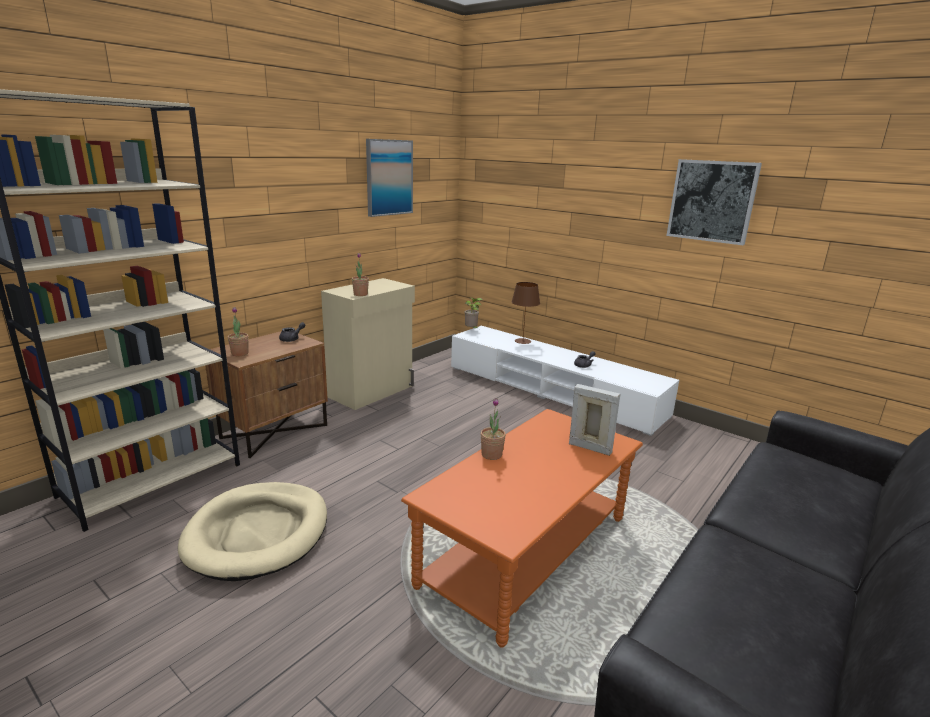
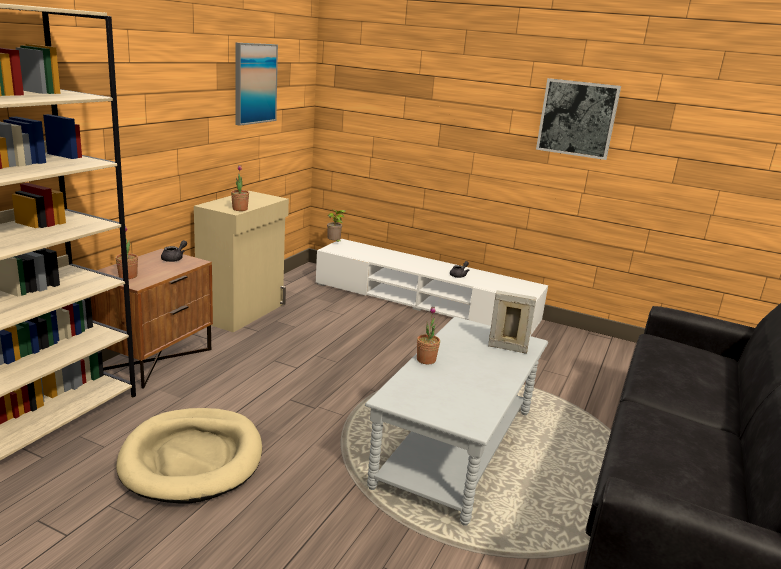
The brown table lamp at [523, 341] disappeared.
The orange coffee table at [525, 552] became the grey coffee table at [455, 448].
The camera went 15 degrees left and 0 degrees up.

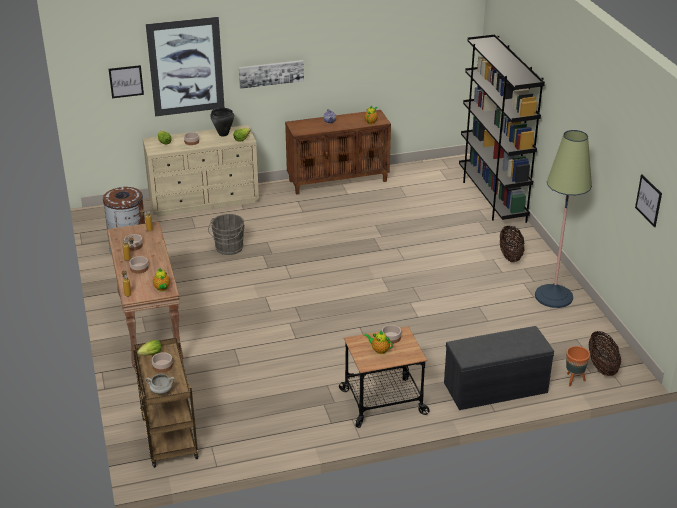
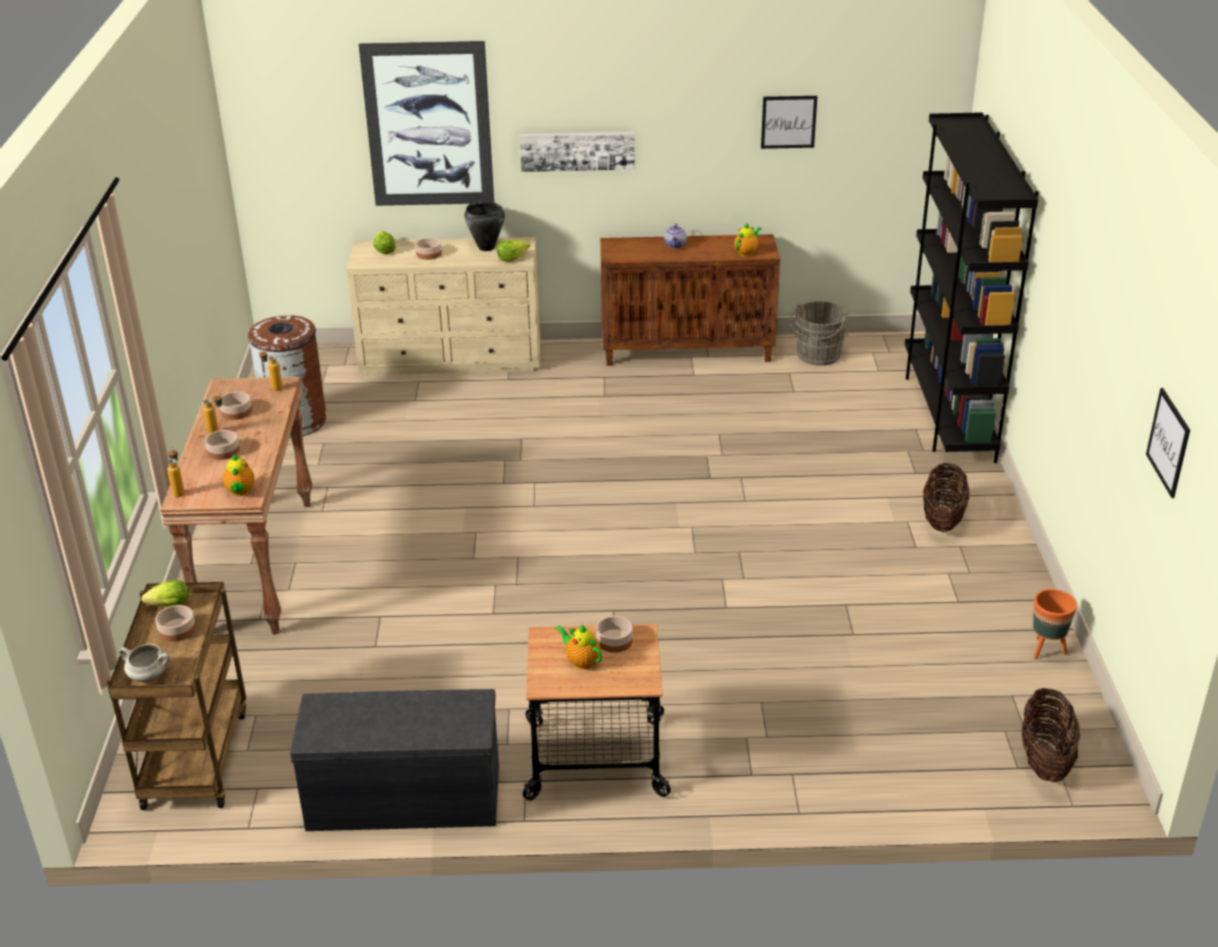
The floor lamp at [553, 296] disappeared.
The picture moved from [126, 81] to [788, 122].
The grey bucket moved from [228, 248] to [817, 356].
The grey bench moved from [495, 388] to [402, 798].
The orange planter moved from [574, 380] to [1046, 650].
The camera went 15 degrees right and 0 degrees up.

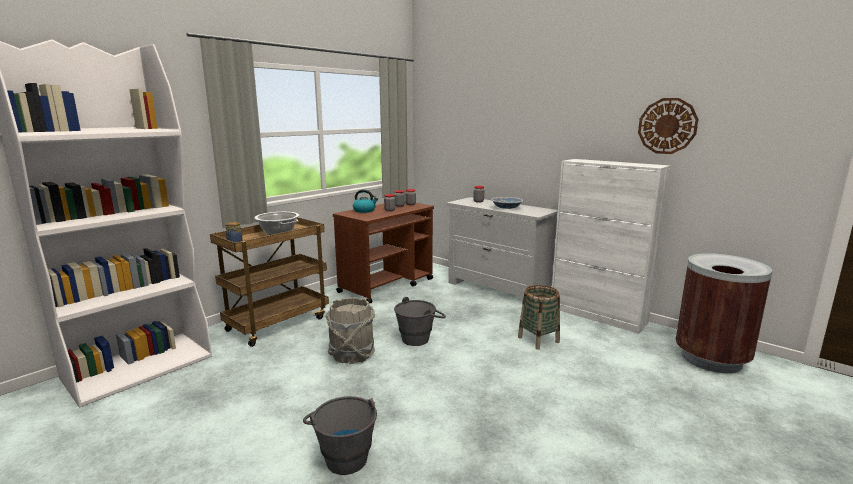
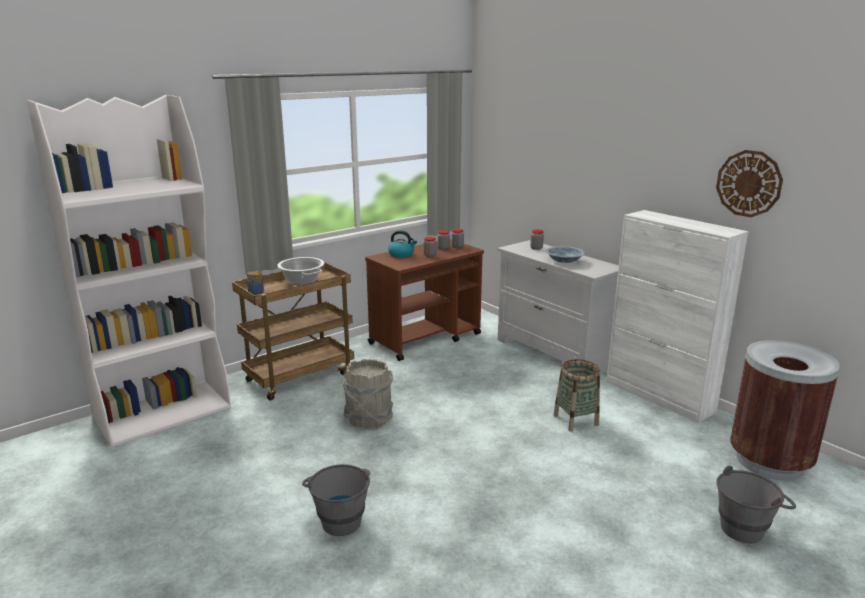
The grey bucket moved from [420, 337] to [747, 526].
The camera went 10 degrees right and 5 degrees up.

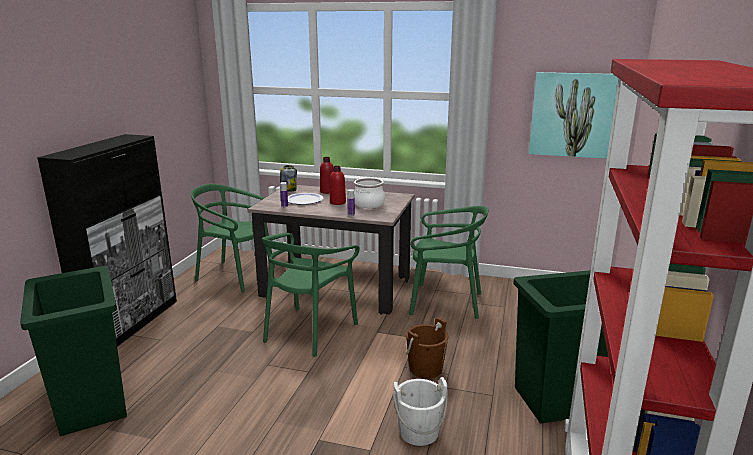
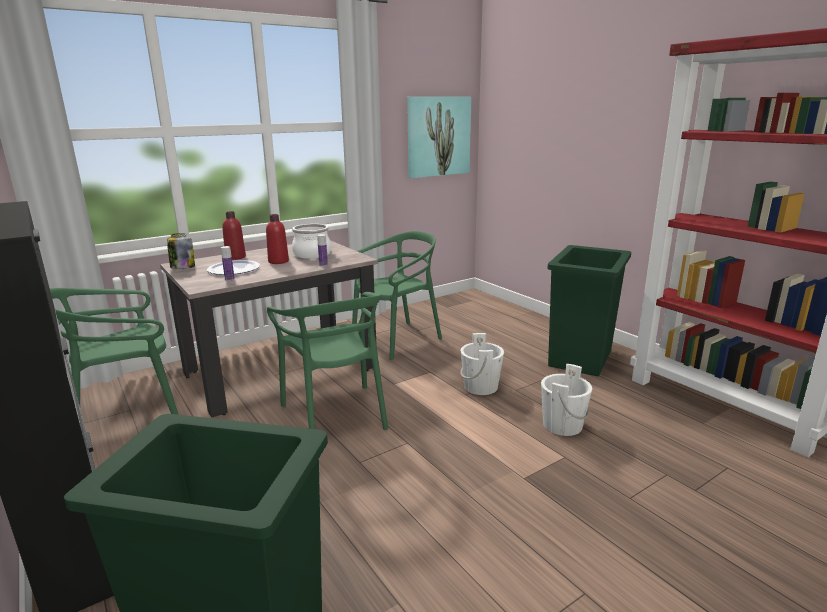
The brown bucket at [425, 368] became the white bucket at [480, 387].
The camera went 50 degrees left and 0 degrees up.

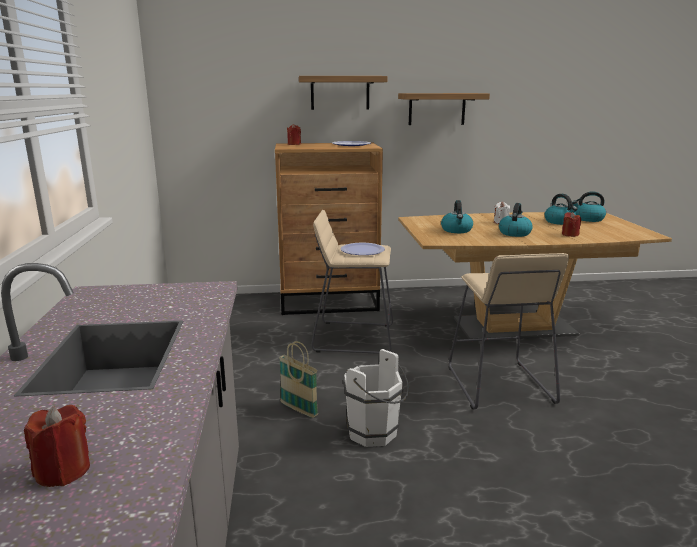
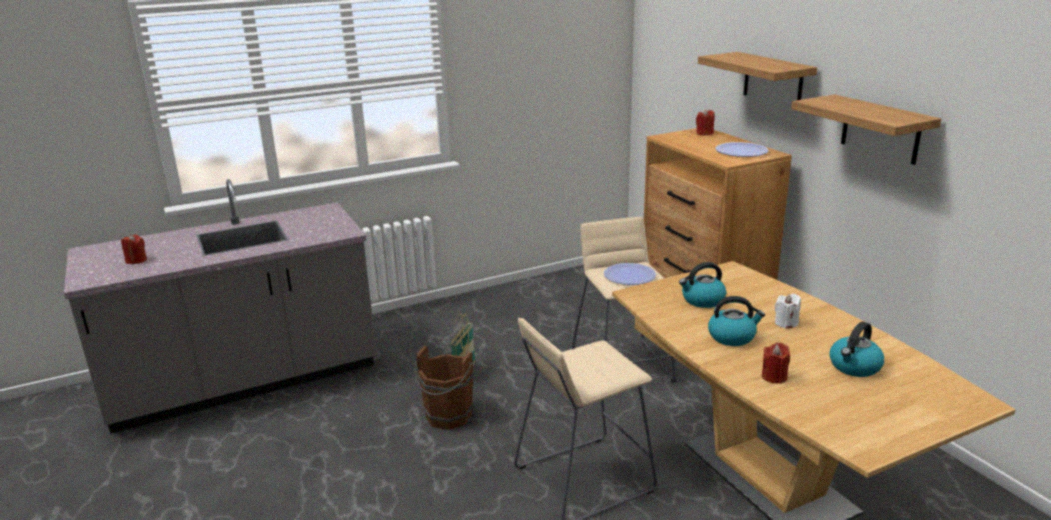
The kettle at [588, 219] disappeared.
The white bucket at [375, 434] became the brown bucket at [447, 418].
The camera went 70 degrees right and 5 degrees up.

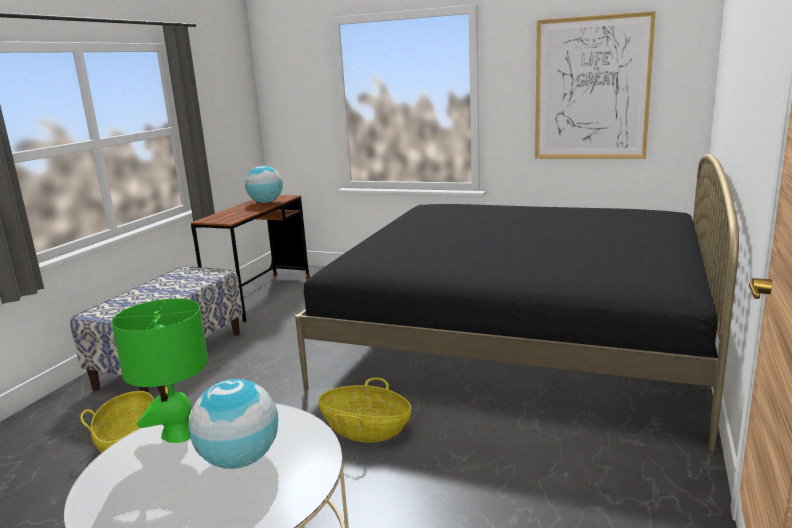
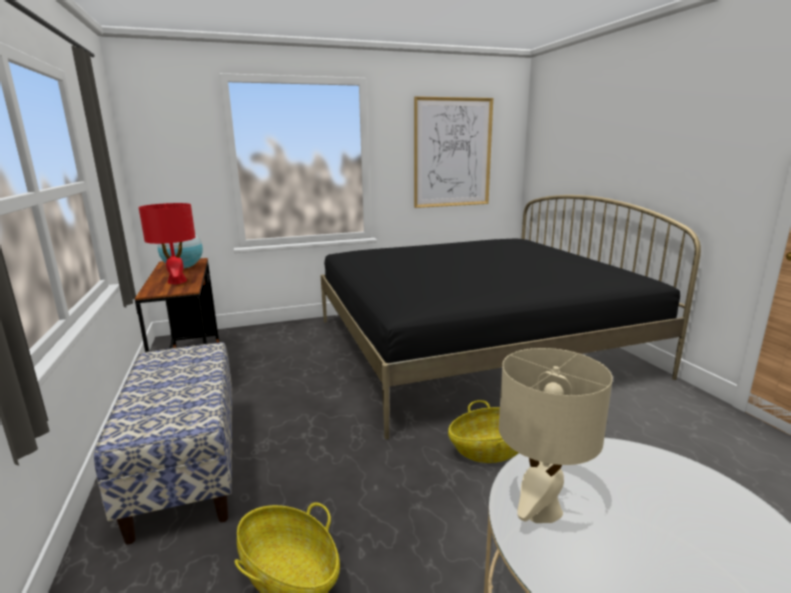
The globe at [240, 460] disappeared.
The red table lamp at [177, 281] appeared.
The green table lamp at [178, 434] became the beige table lamp at [541, 510].
The camera went 40 degrees left and 0 degrees up.

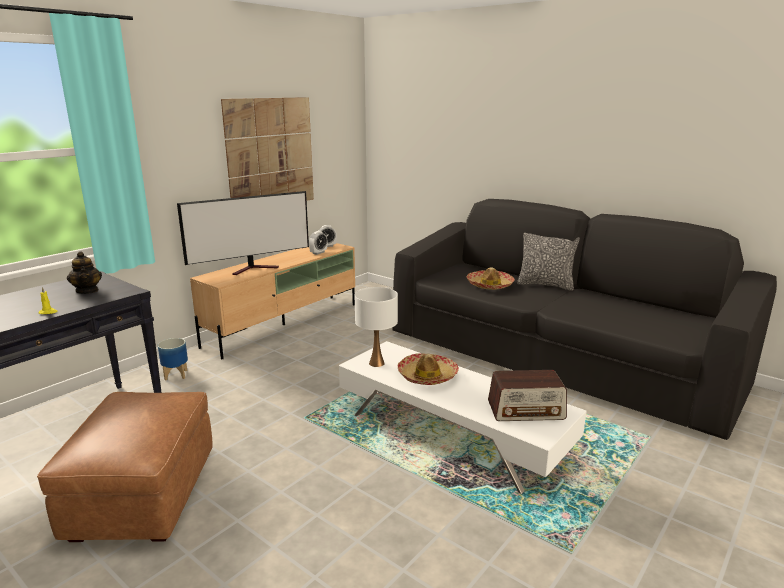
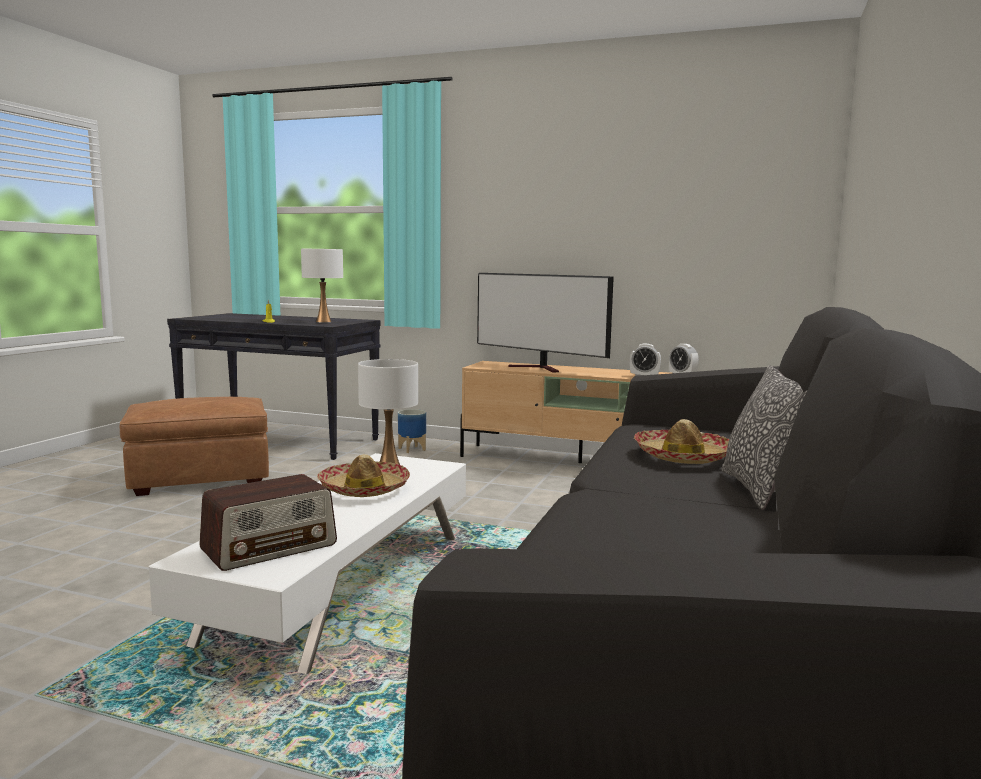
The picture at [270, 154] disappeared.
The teapot at [87, 291] was replaced by the white table lamp at [324, 321].
The radio at [526, 410] turned 105 degrees counterclockwise.
The camera went 70 degrees right and 10 degrees down.

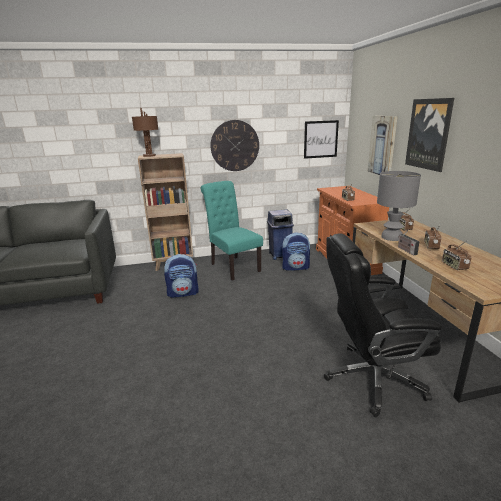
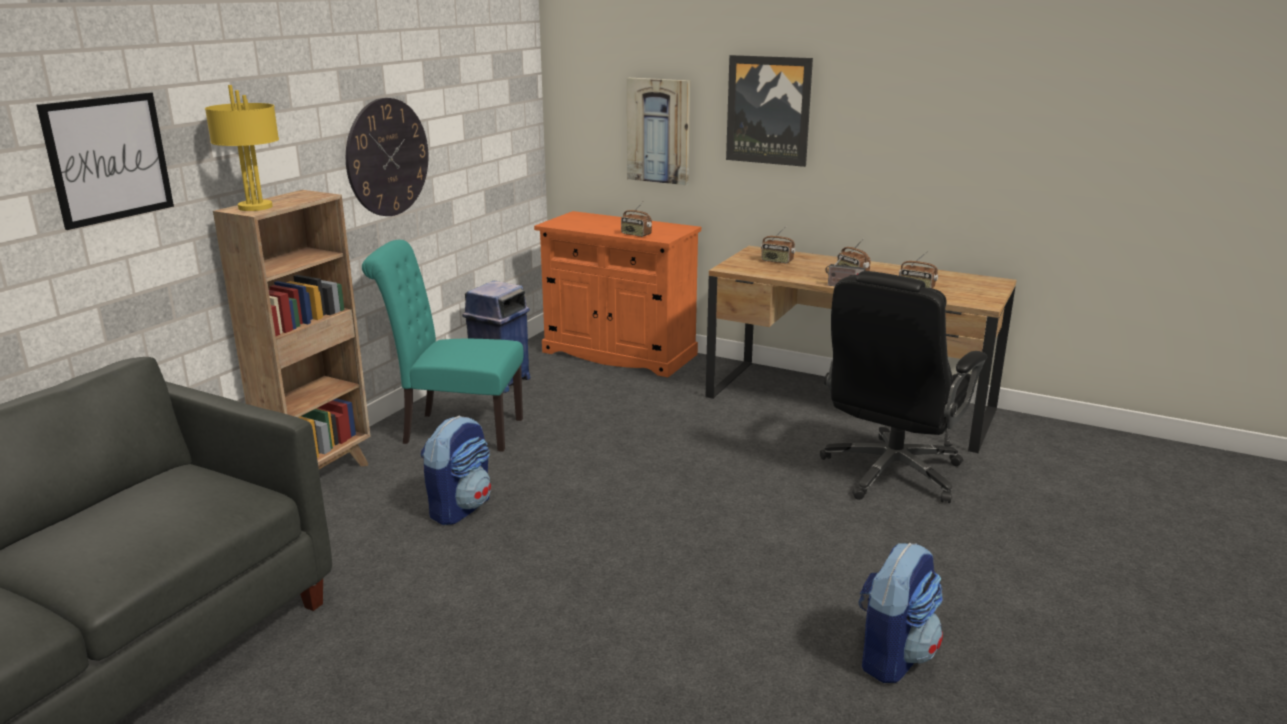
The grey table lamp at [391, 237] disappeared.
The backpack moved from [295, 267] to [892, 656].
The picture moved from [320, 139] to [108, 159].
The brown table lamp at [149, 155] became the yellow table lamp at [255, 207].
The camera went 50 degrees left and 0 degrees up.

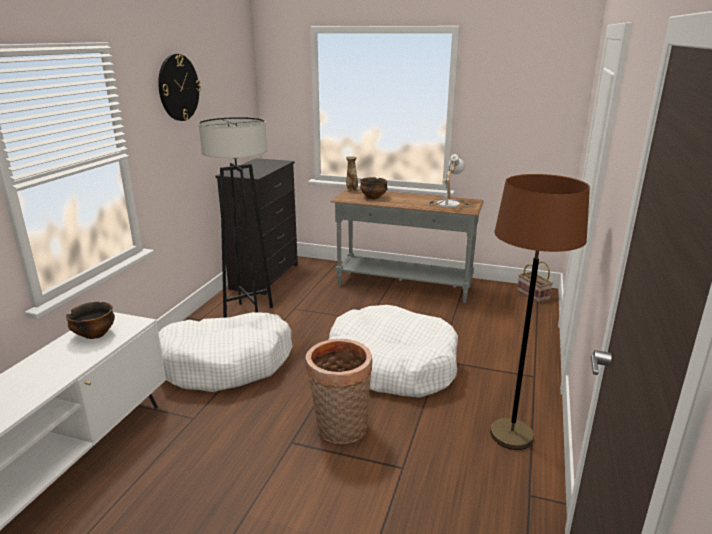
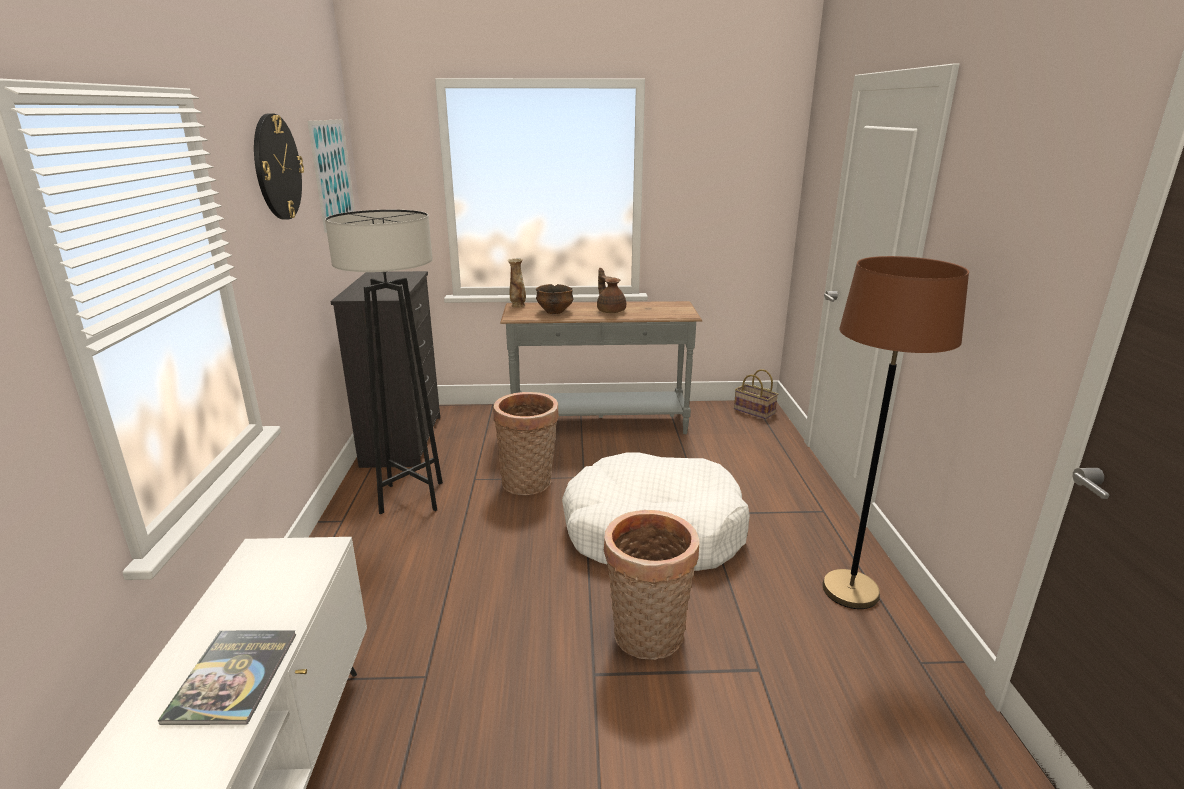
The bowl at [95, 335] disappeared.
The white dog bed at [226, 363] disappeared.
The table lamp at [446, 203] disappeared.
The book at [233, 676] appeared.
The picture at [333, 173] appeared.
The basket at [529, 484] appeared.
The brown teapot at [610, 310] appeared.
The camera went 20 degrees left and 0 degrees up.

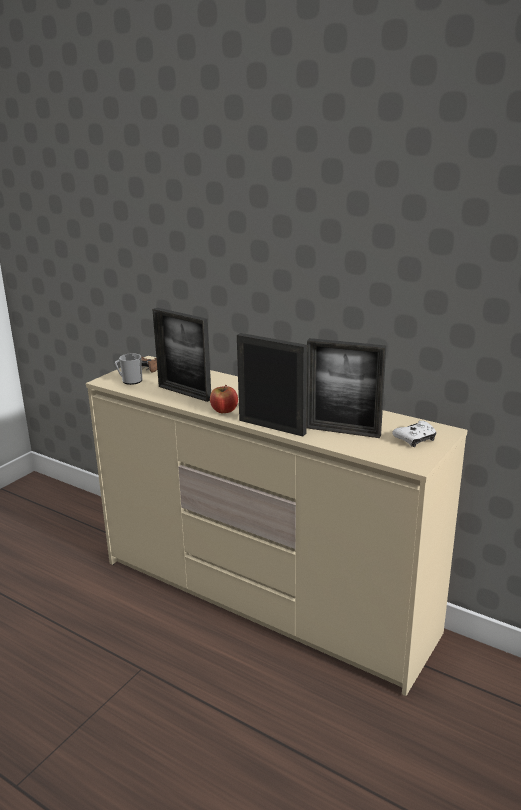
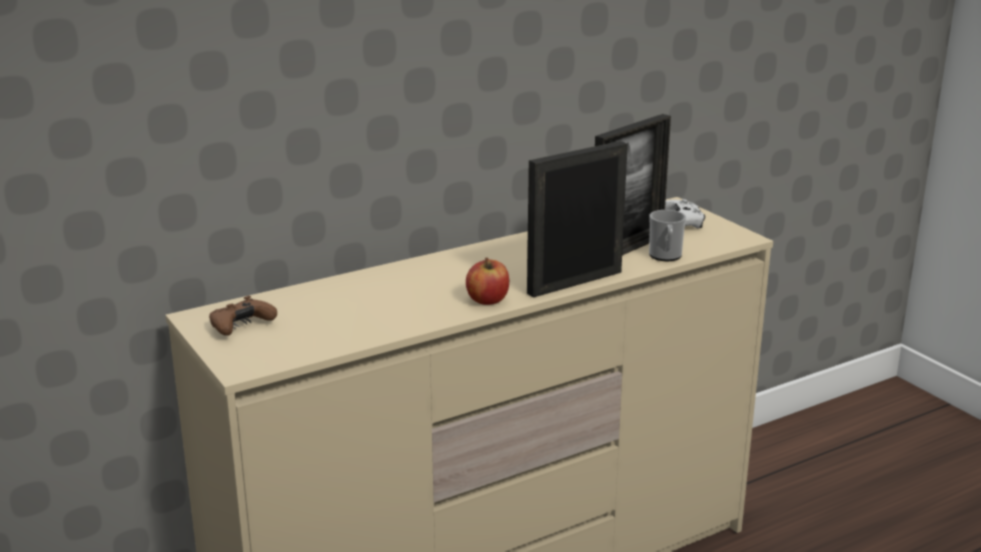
The picture frame at [184, 393] disappeared.
The mug moved from [130, 381] to [665, 256].
The camera went 65 degrees left and 0 degrees up.

